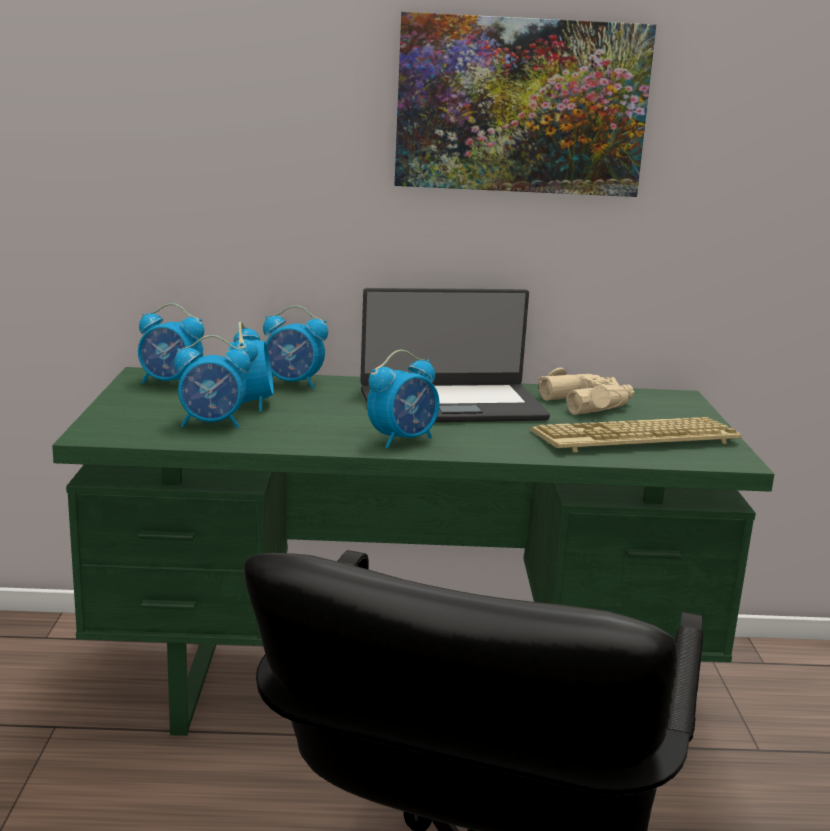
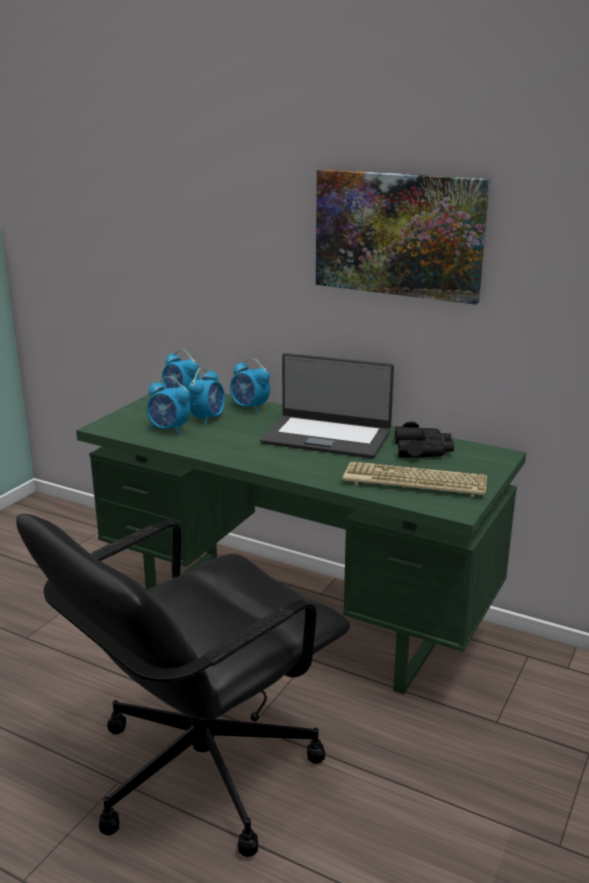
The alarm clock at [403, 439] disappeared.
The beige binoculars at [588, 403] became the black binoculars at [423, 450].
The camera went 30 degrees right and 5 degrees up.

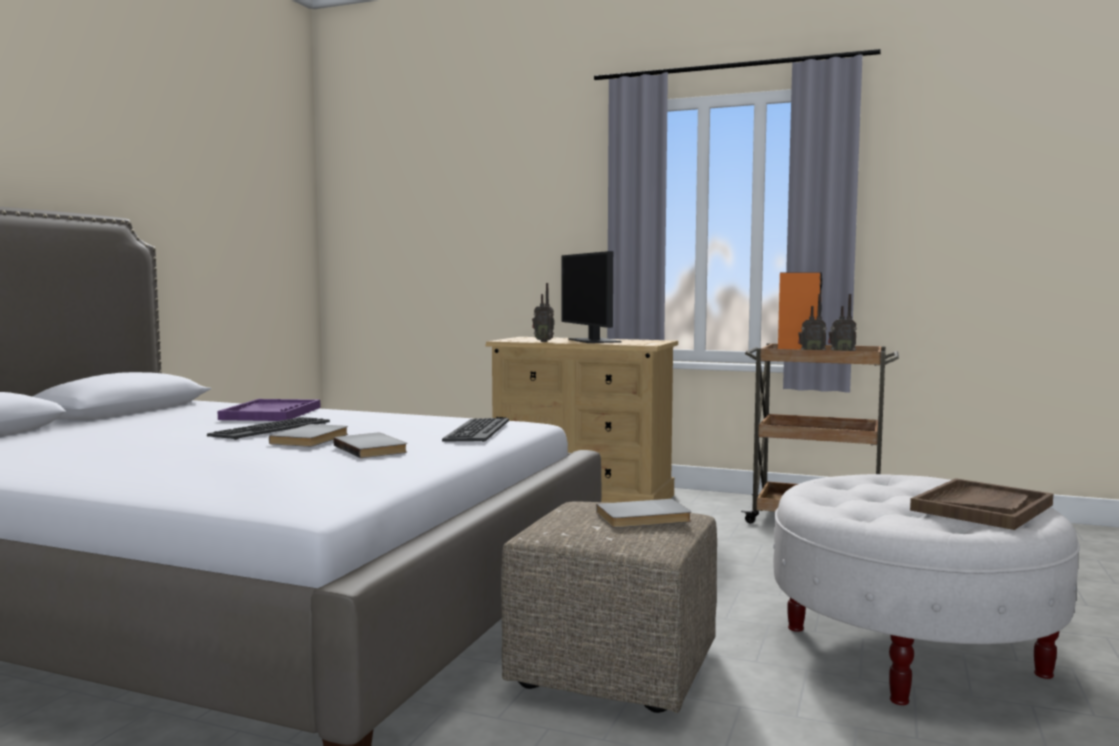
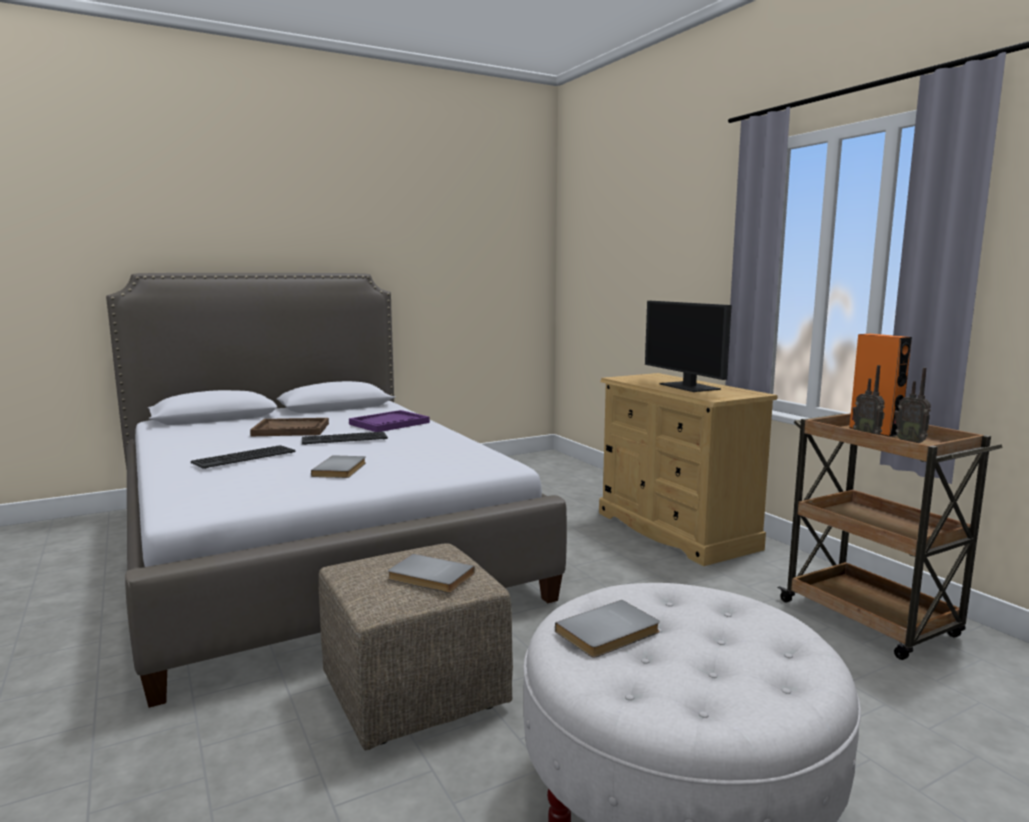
The radio at [544, 341] disappeared.
The grey book moved from [312, 439] to [610, 633].
The keyboard moved from [476, 431] to [244, 457].
The brown tray moved from [981, 507] to [291, 429].
The monitor at [594, 341] turned 45 degrees counterclockwise.
The camera went 40 degrees right and 5 degrees up.

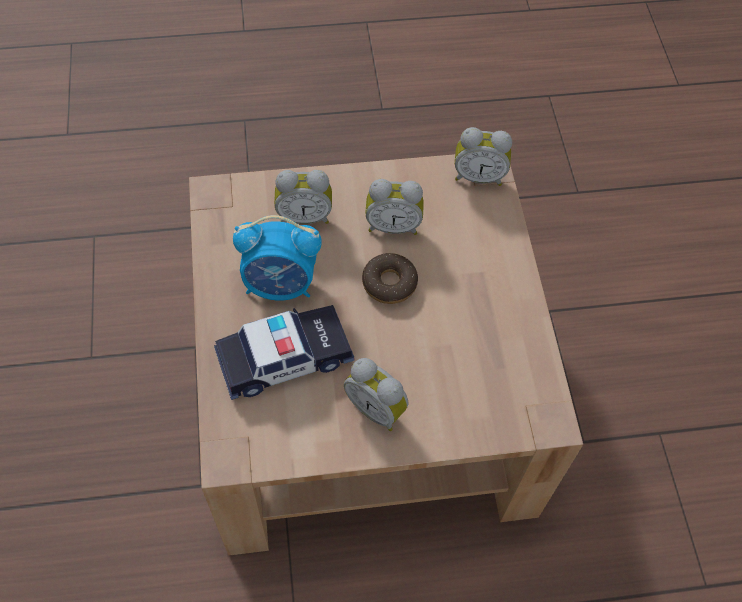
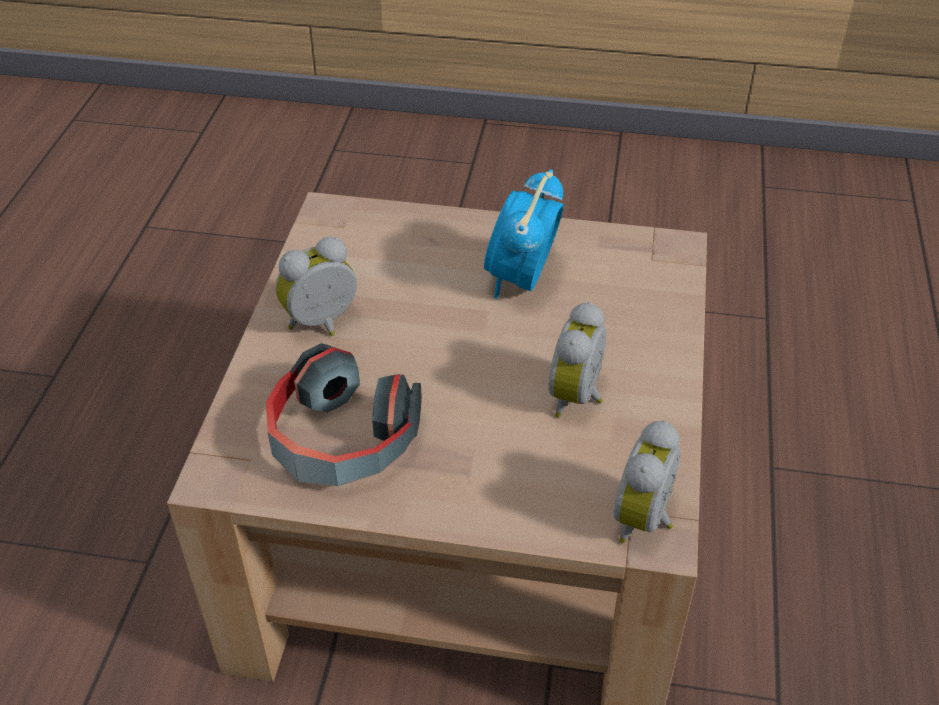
The toy car at [284, 358] disappeared.
The alarm clock at [304, 216] disappeared.
The donut at [389, 283] disappeared.
The headphones at [341, 440] appeared.
The camera went 110 degrees right and 15 degrees down.

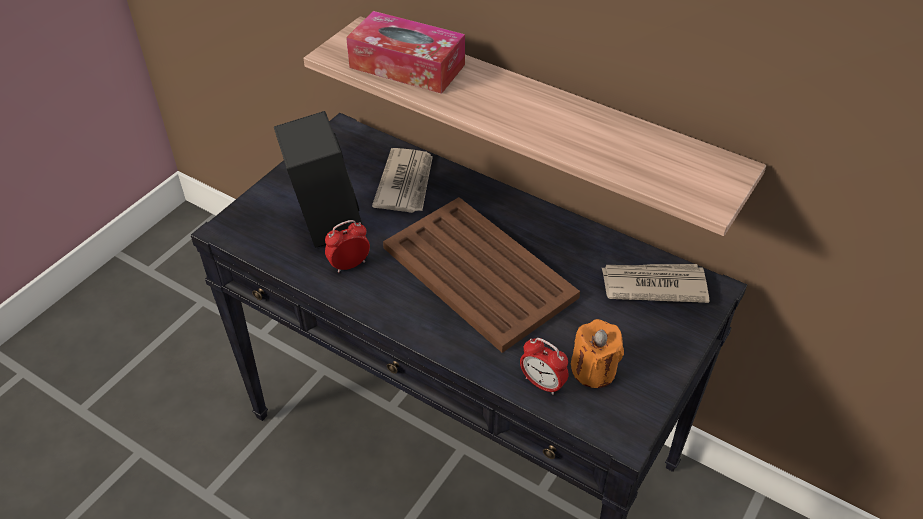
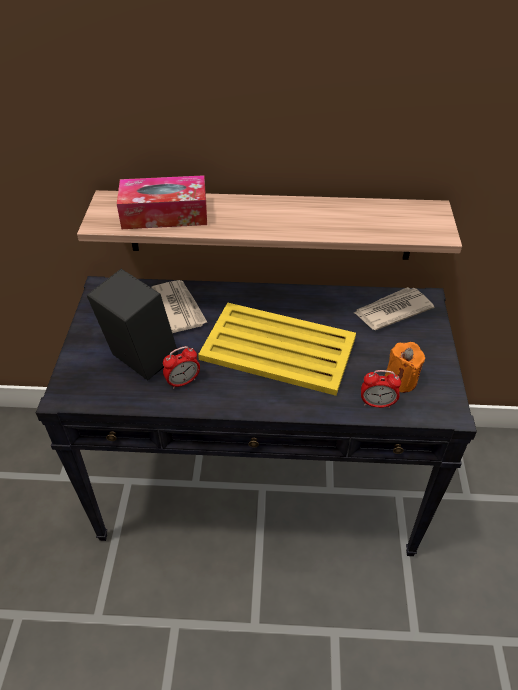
The brown tray at [479, 274] became the yellow tray at [279, 349].
The alarm clock at [349, 265] turned 150 degrees counterclockwise.
The camera went 30 degrees left and 0 degrees up.

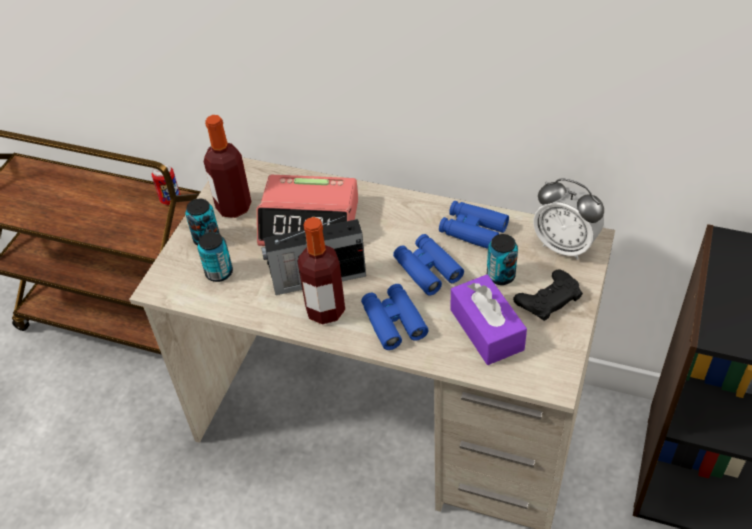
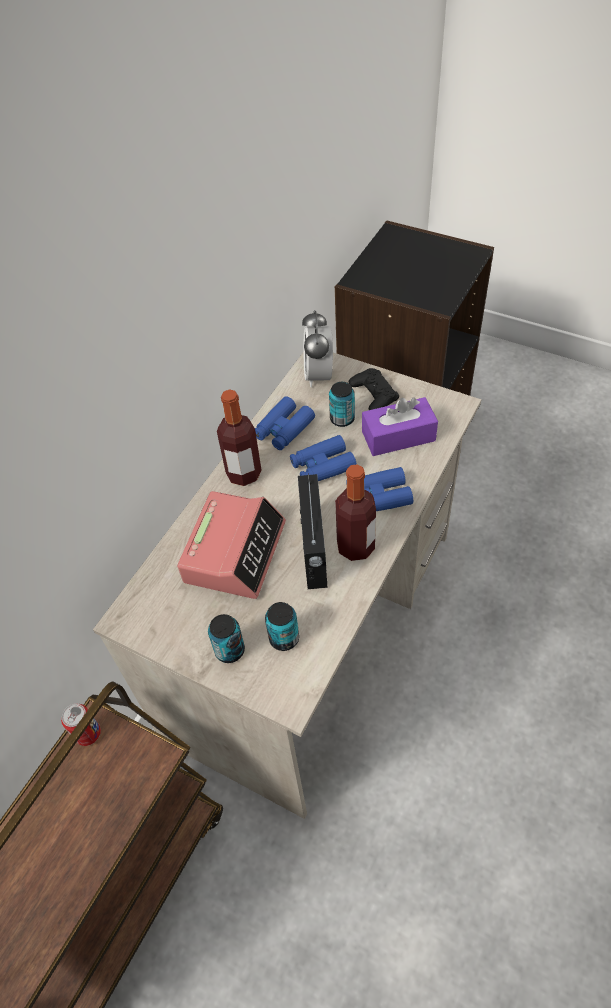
The bottle moved from [234, 207] to [244, 474].
The alarm clock at [564, 246] turned 135 degrees clockwise.
The camera went 80 degrees left and 5 degrees up.

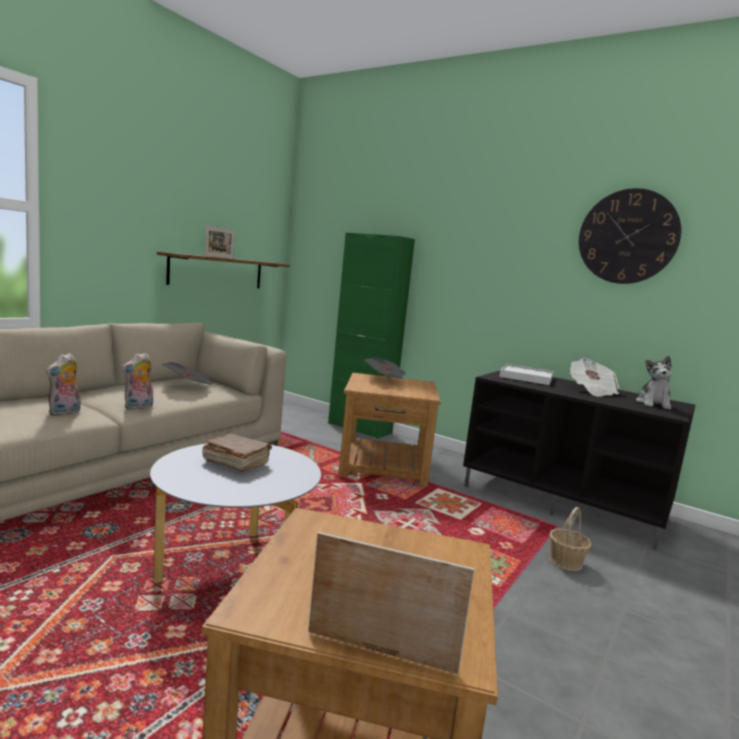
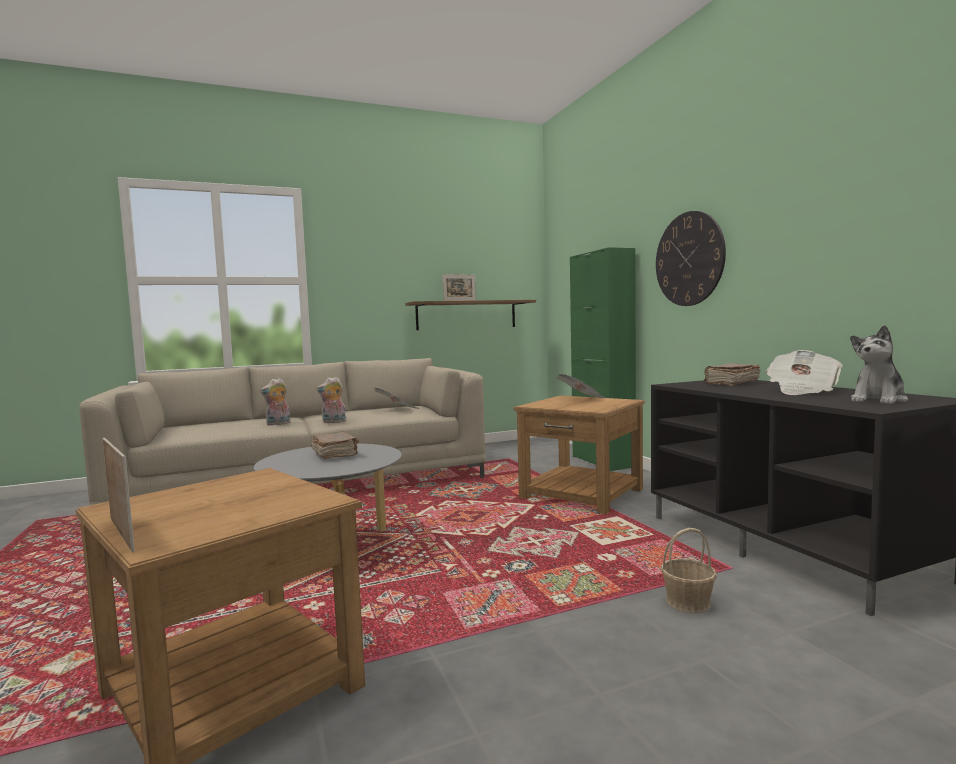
The wall clock moved from [627, 236] to [689, 259].
The white tray at [526, 377] was replaced by the brown book at [731, 383].
The camera went 35 degrees right and 5 degrees down.

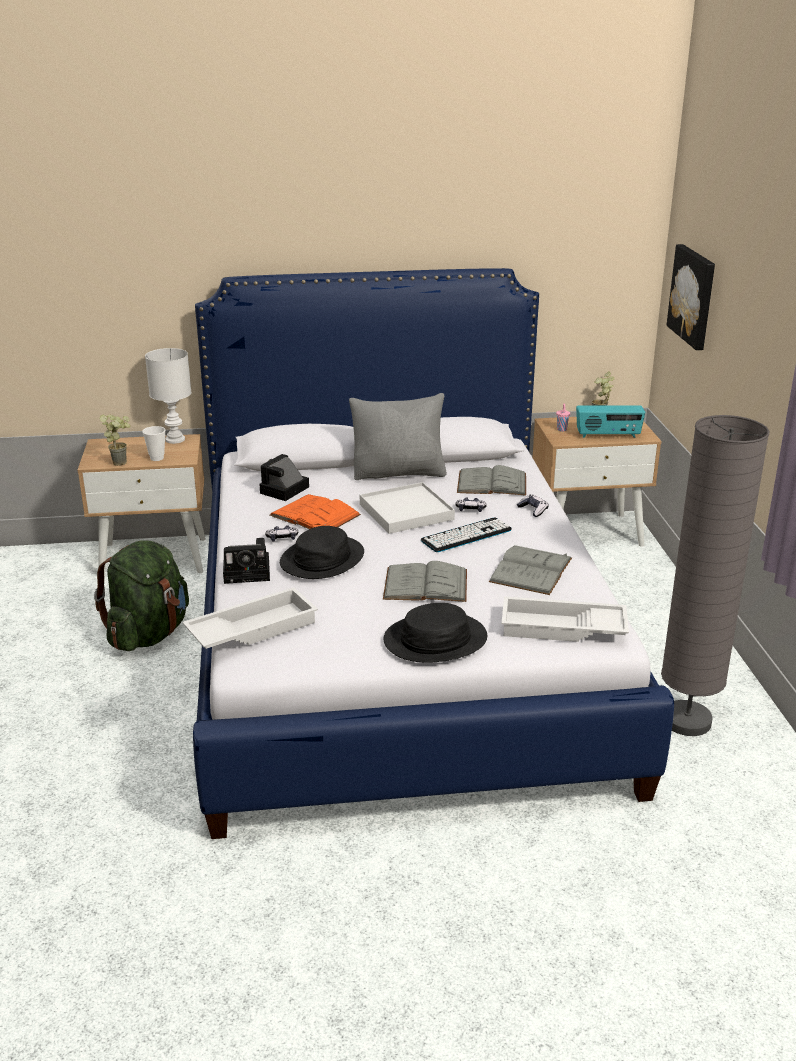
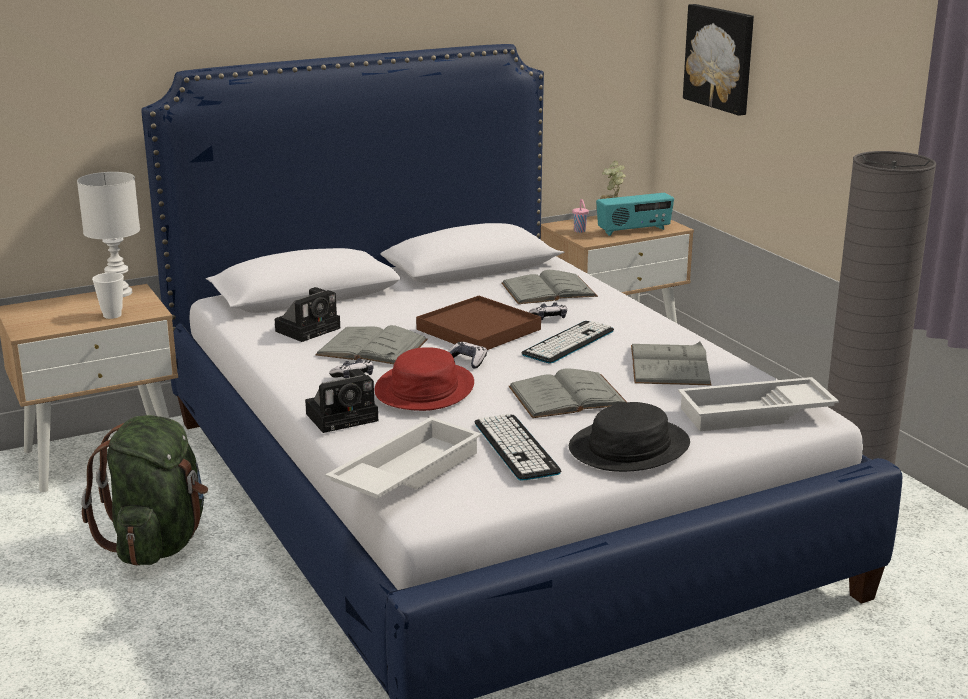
The potted plant at [121, 461] disappeared.
The grey pillow at [399, 473] disappeared.
The keyboard at [516, 447] appeared.
The game controller moved from [533, 510] to [467, 361].
The orange book at [315, 515] became the grey book at [372, 347].
The black hat at [322, 559] became the red hat at [424, 389].
The white tray at [406, 511] became the brown tray at [478, 329].
The photo camera at [283, 491] turned 150 degrees counterclockwise.
The camera went 20 degrees left and 5 degrees down.

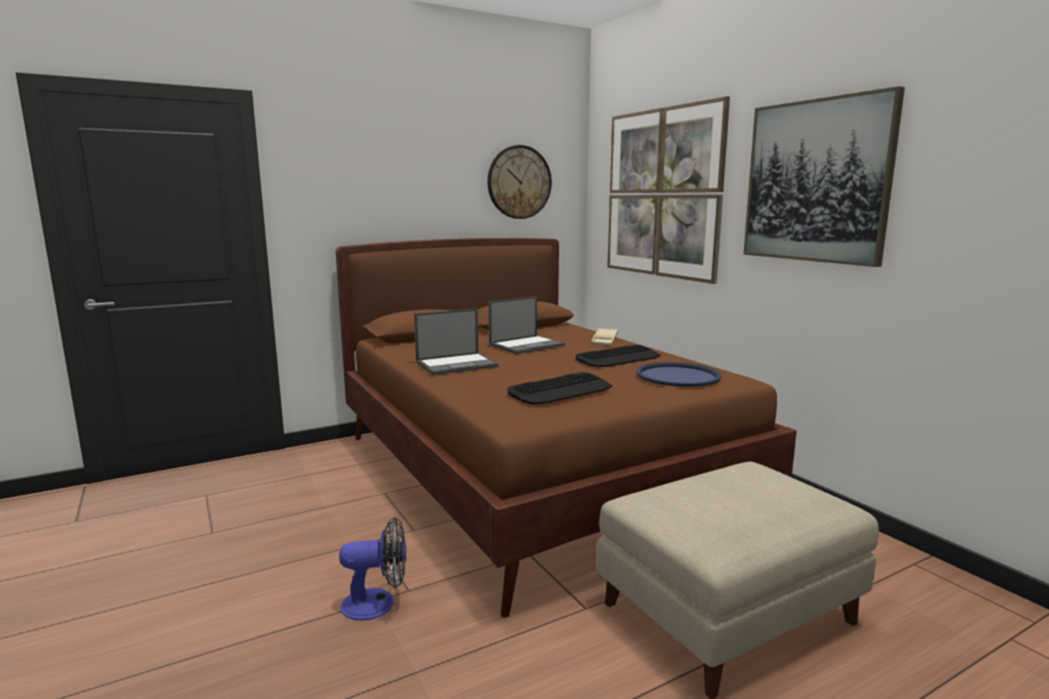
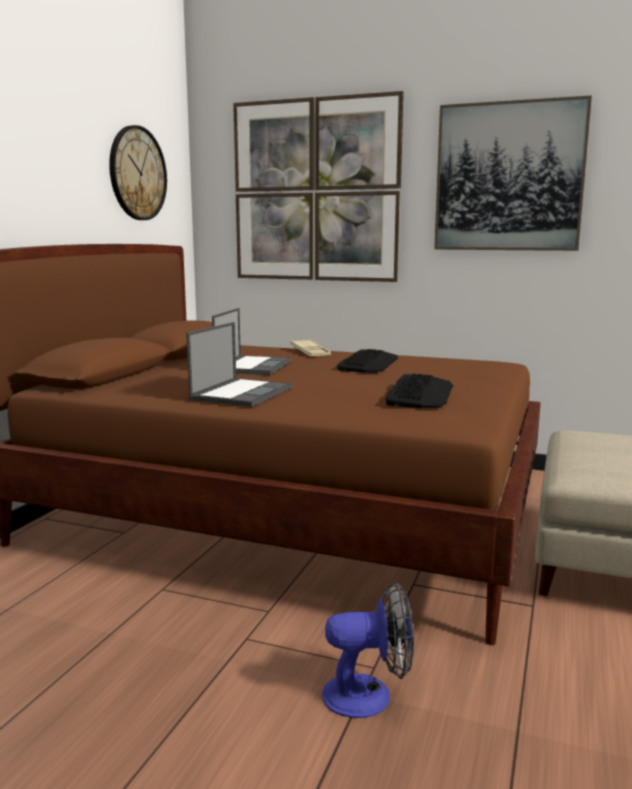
The blue tray at [677, 376] disappeared.
The fan at [378, 603] turned 45 degrees clockwise.
The camera went 40 degrees left and 0 degrees up.

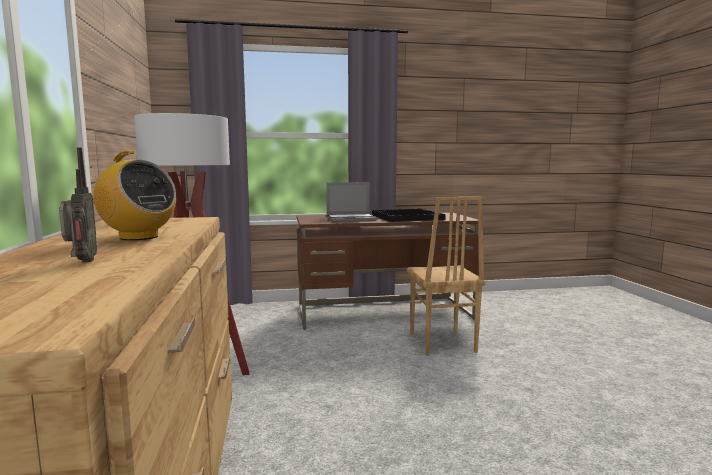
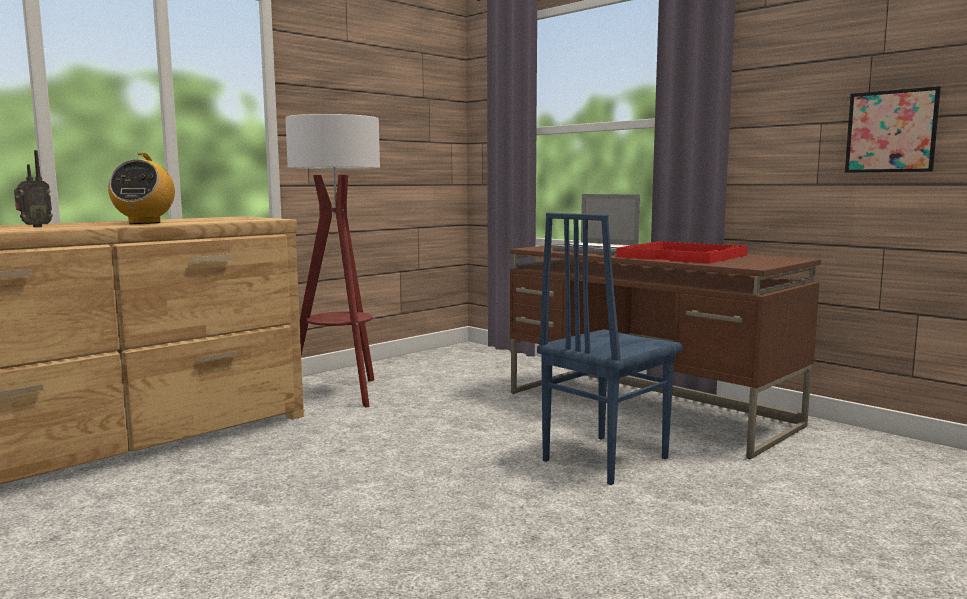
The picture at [891, 131] appeared.
The black tray at [407, 217] became the red tray at [683, 256].
The brown chair at [441, 343] became the blue chair at [603, 459].
The camera went 55 degrees right and 0 degrees up.

